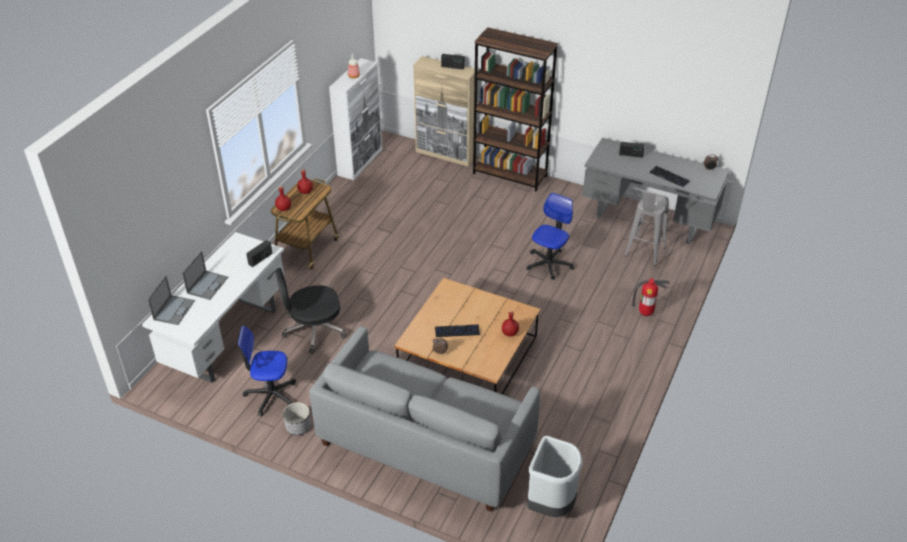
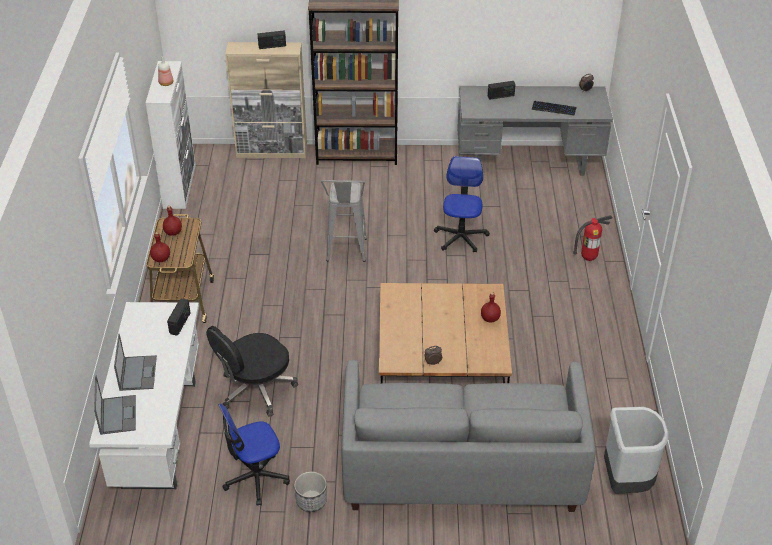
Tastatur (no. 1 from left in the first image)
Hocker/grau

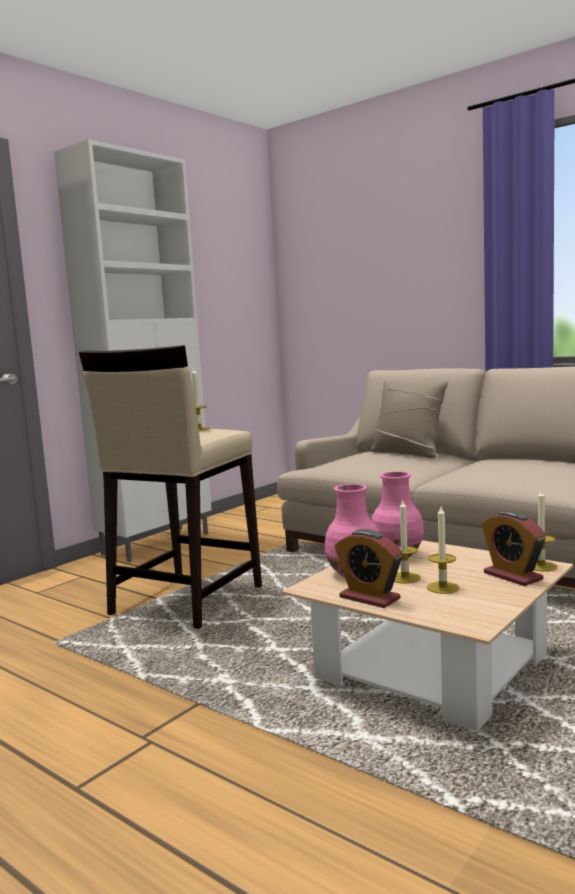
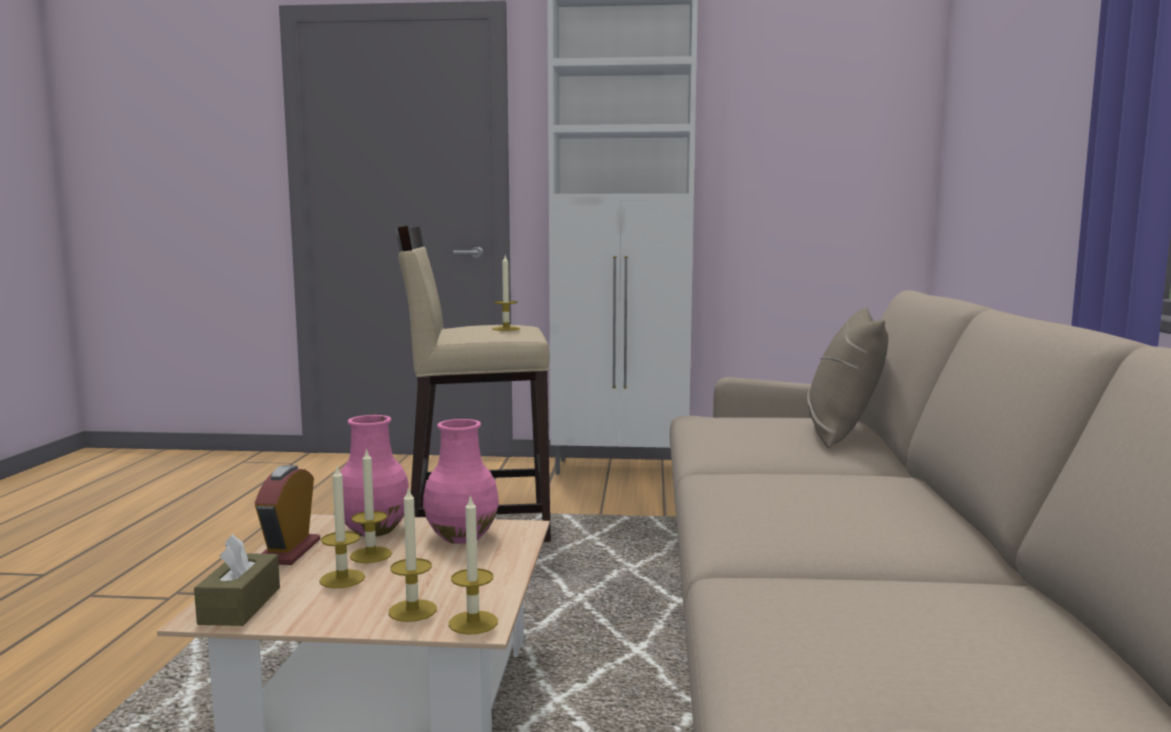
Taschentuchbox/braun
Kerze (no. 3 from left)

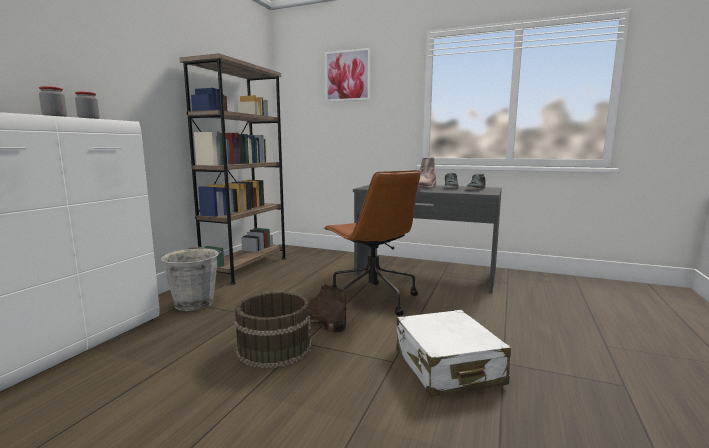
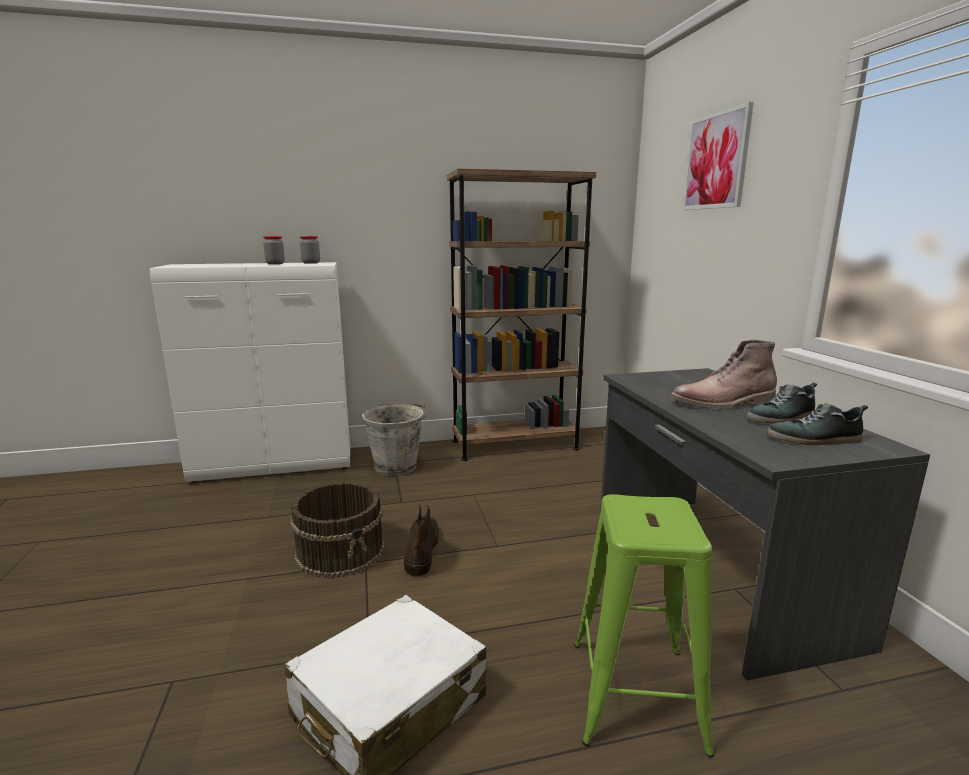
Bürostuhl/braun
Hocker/grün

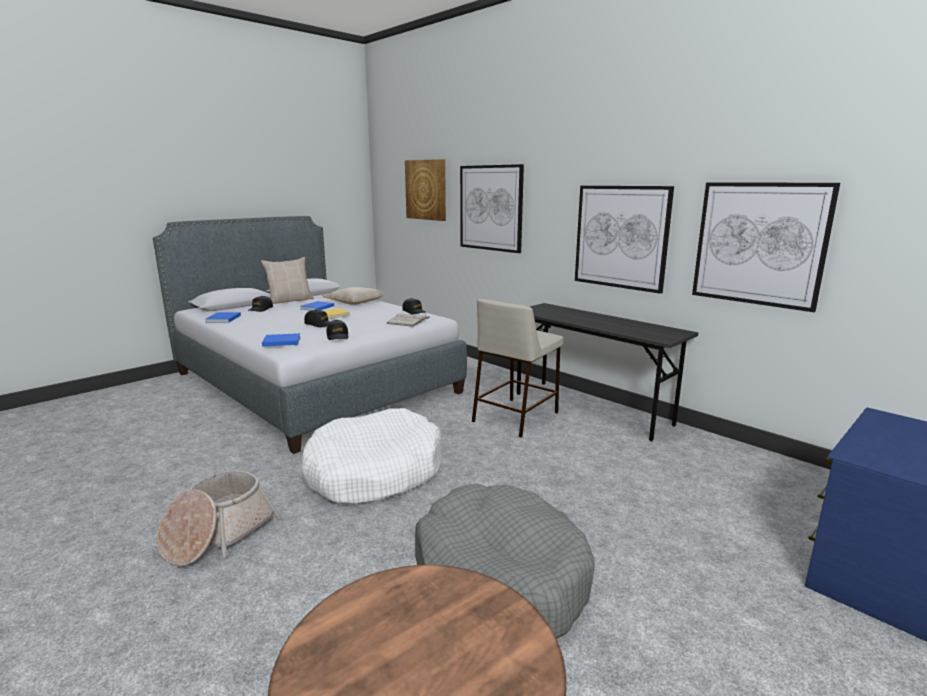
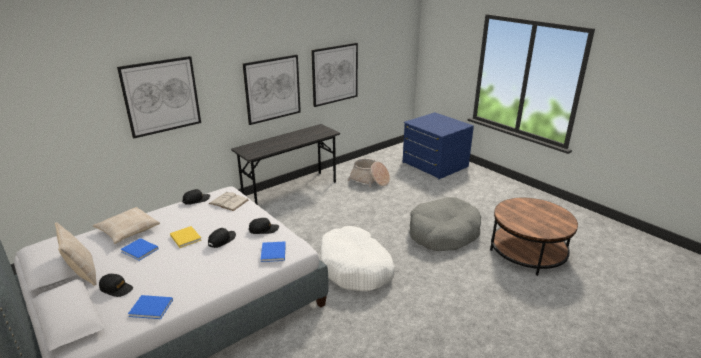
Bild (no. 1 from left in the first image)
Hocker/beige
Korb

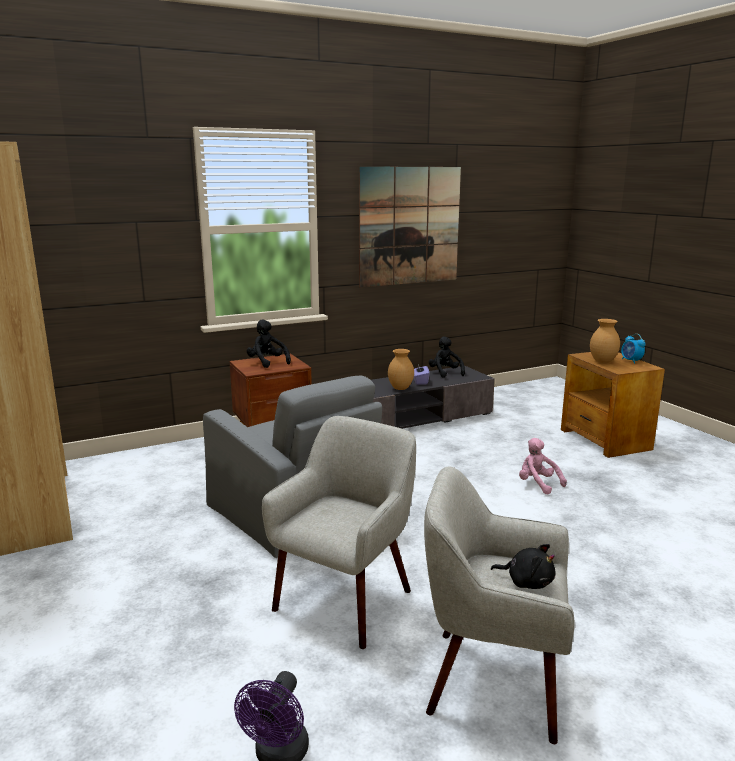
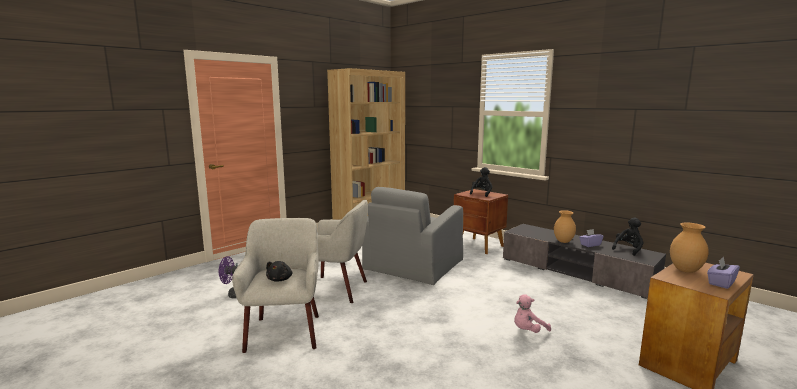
Bild
Taschentuchbox/lila (no. 2 from left)
Plüschtier/rosa

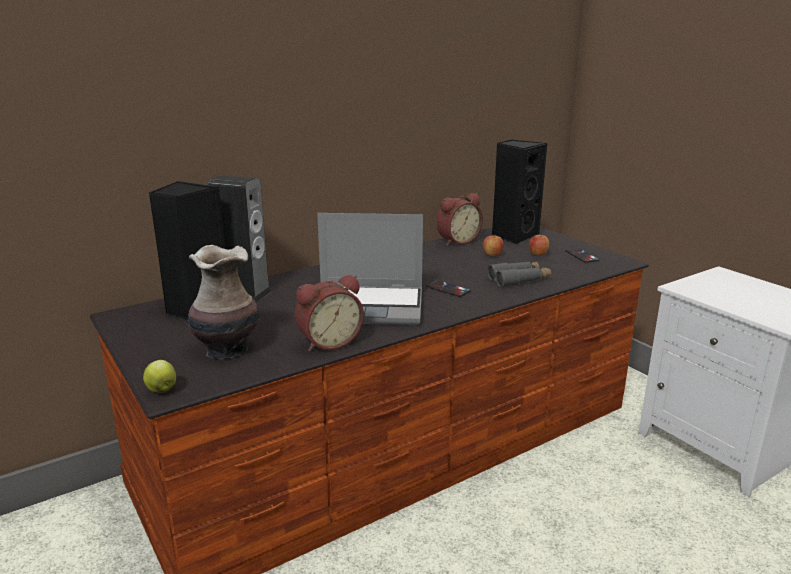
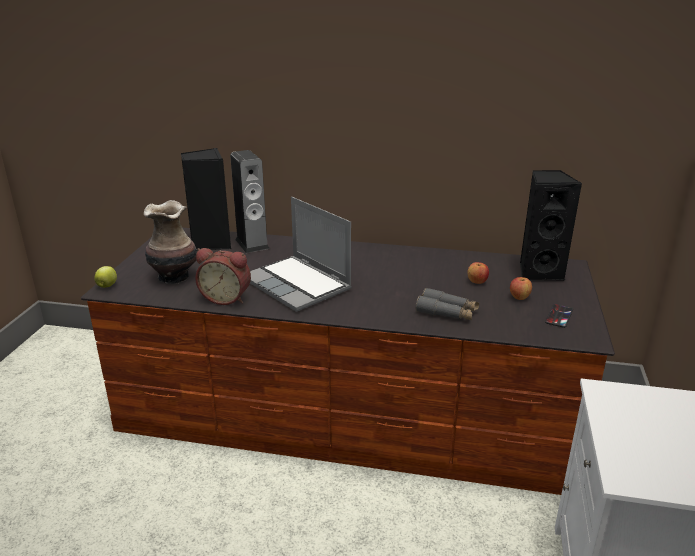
Handy (no. 1 from left in the first image)
Wecker (no. 2 from left in the first image)

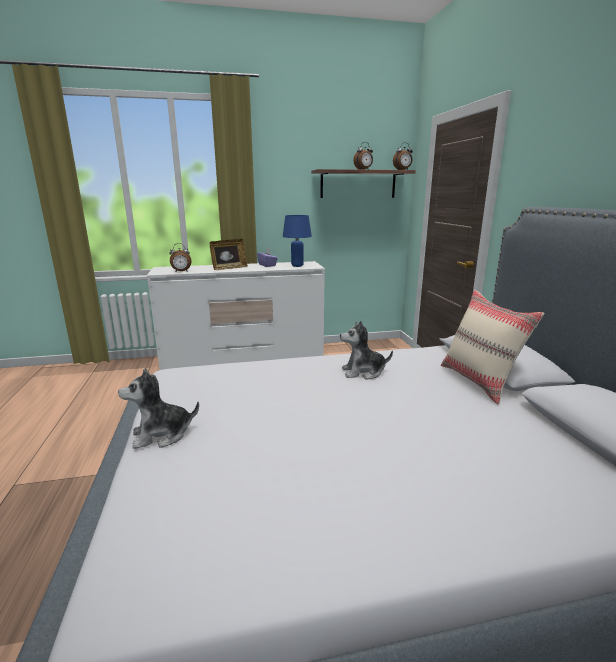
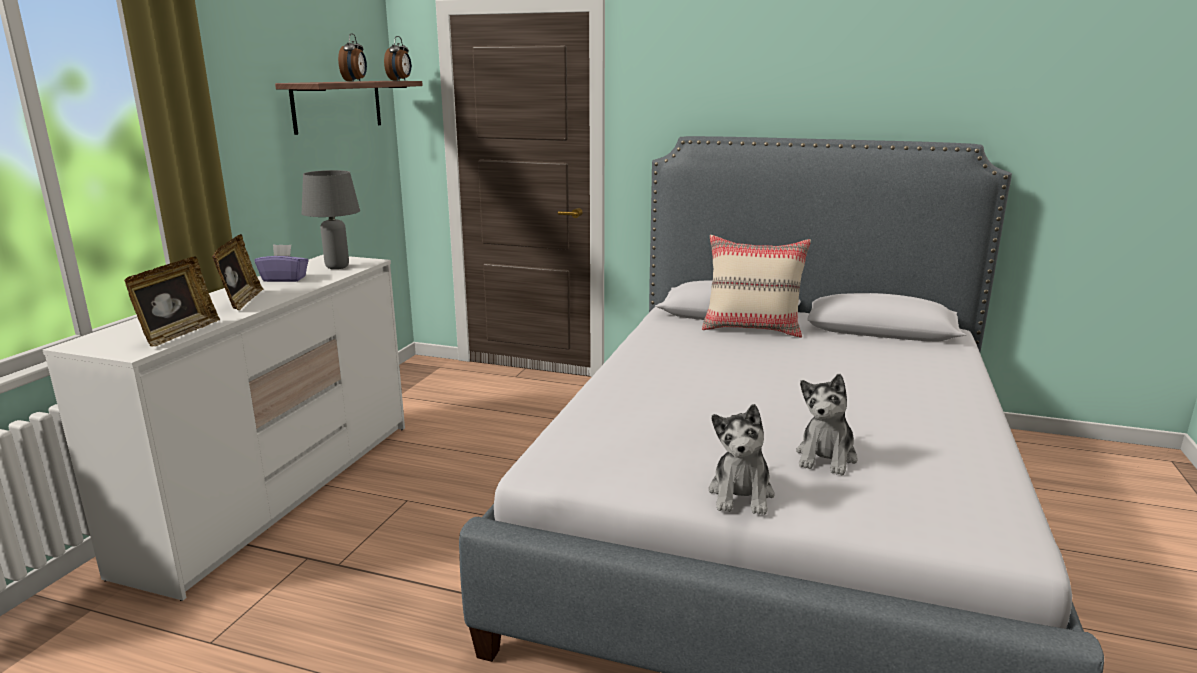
Plüschtier (no. 2 from left)
Bilderrahmen (no. 1 from left)
Tischlampe/grau

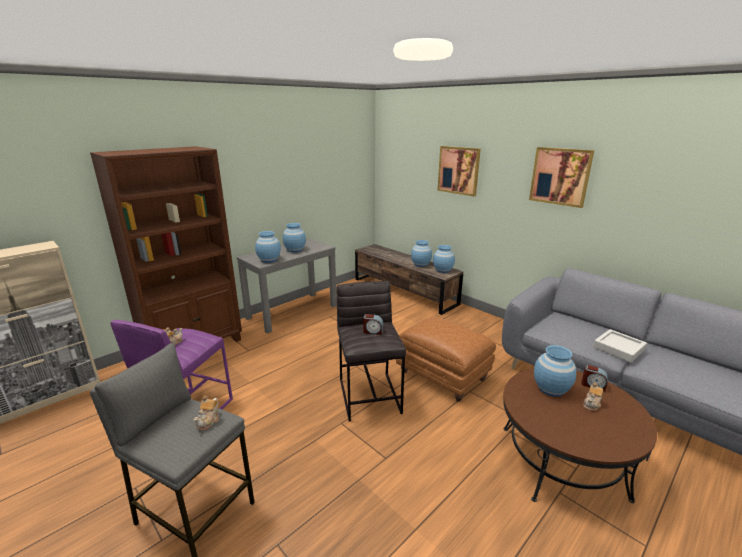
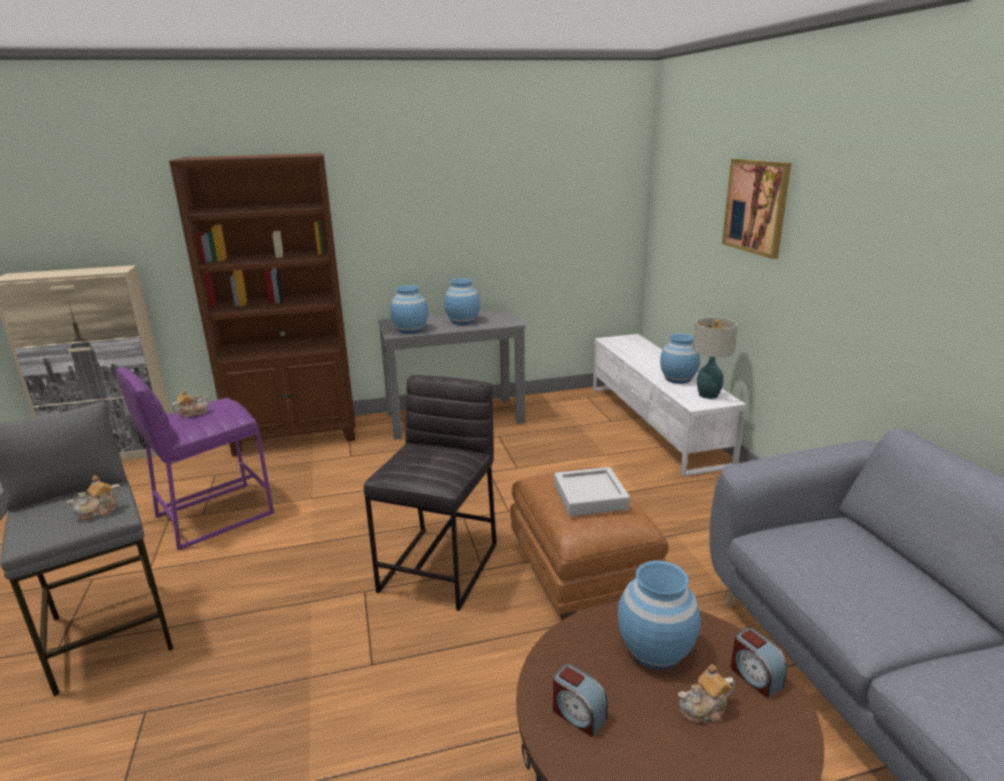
Bild (no. 2 from left in the first image)
Wecker (no. 1 from left)
Tablett/grau
Tischlampe
Fernsehschrank/weiß

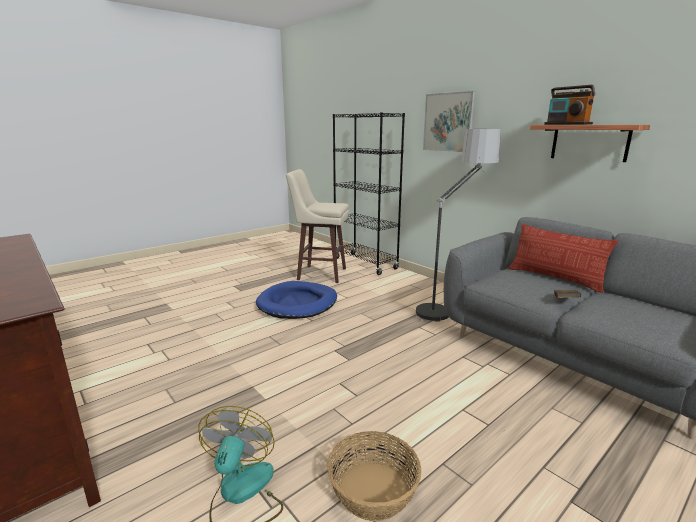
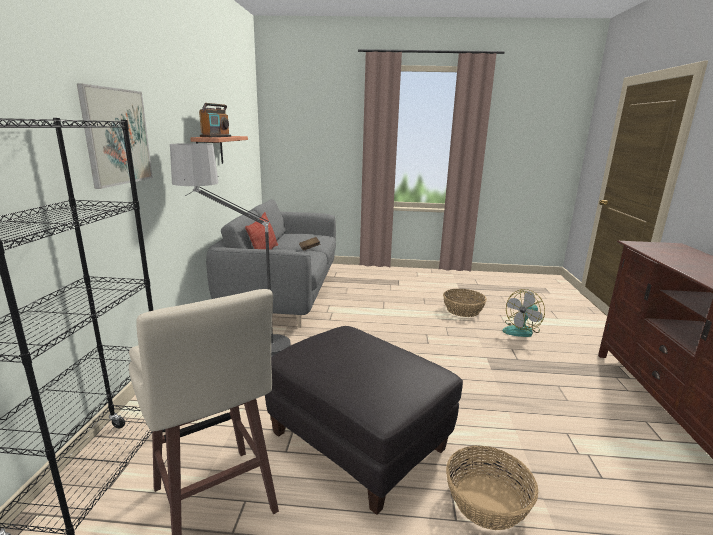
Korb (no. 2 from left)
Polsterhocker/schwarz

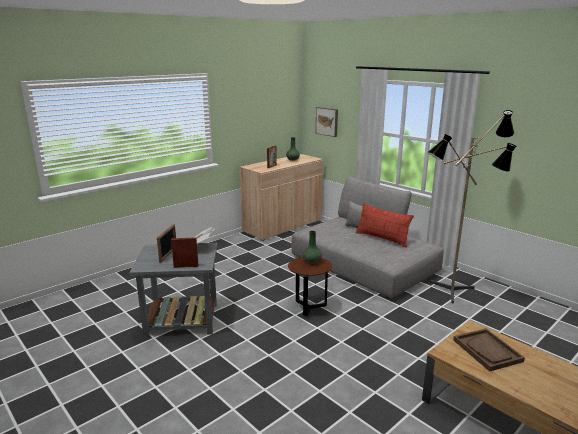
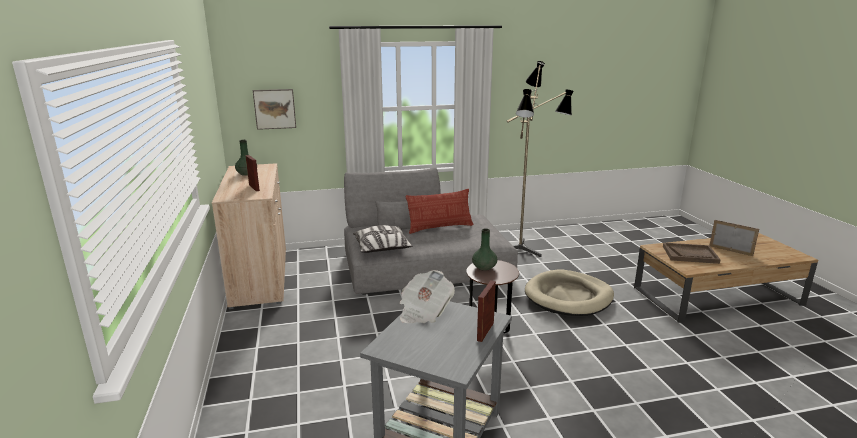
Kissen (no. 1 from left)
Hundebett/beige
Bilderrahmen (no. 3 from left)

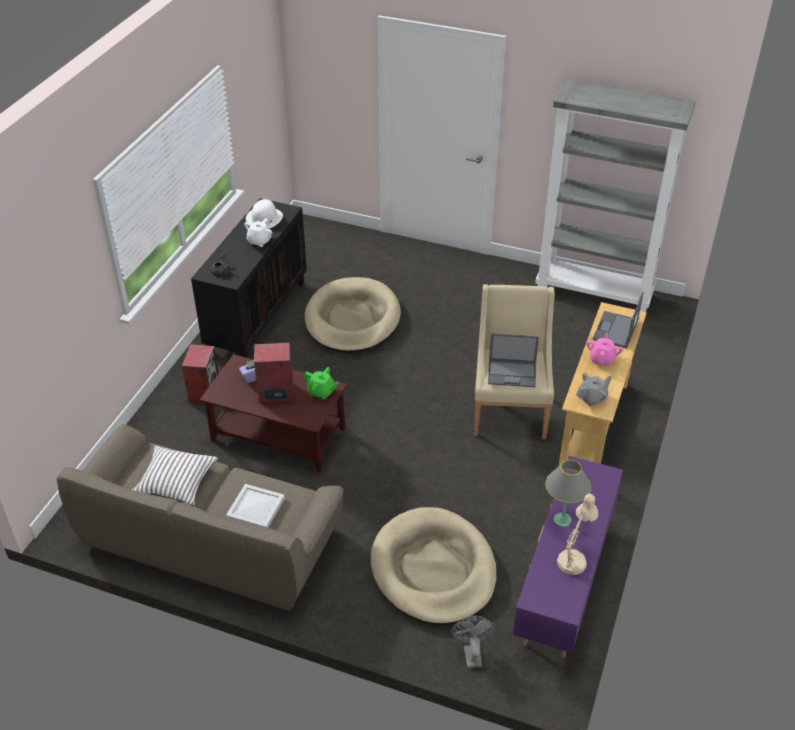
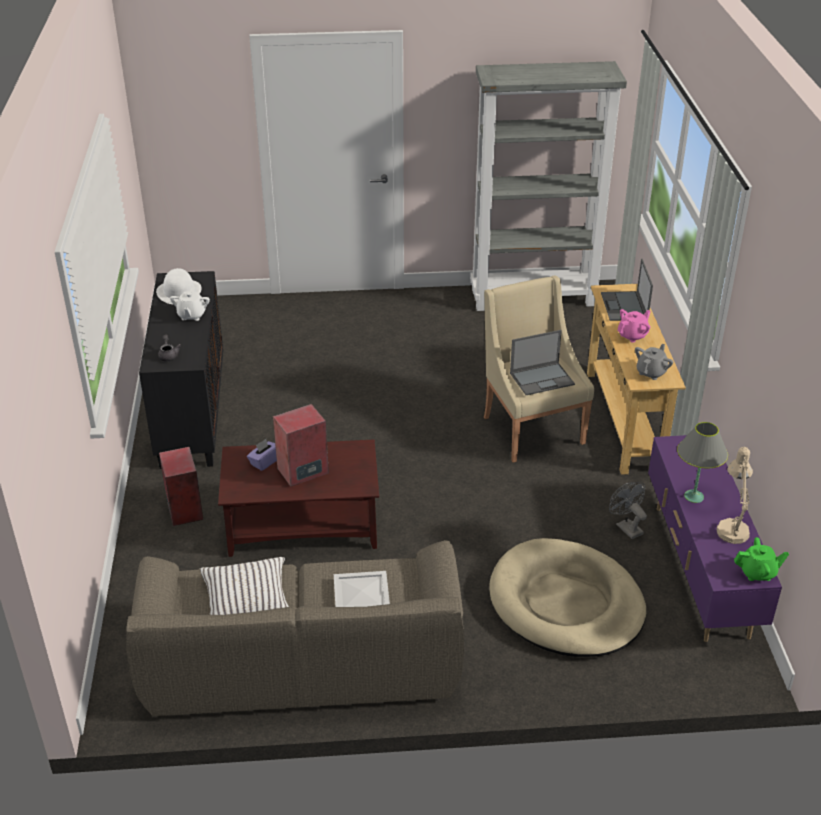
Hundebett/beige (no. 1 from left in the first image)
Teekanne/grün
Ventilator/grau
Teekanne/rosa

